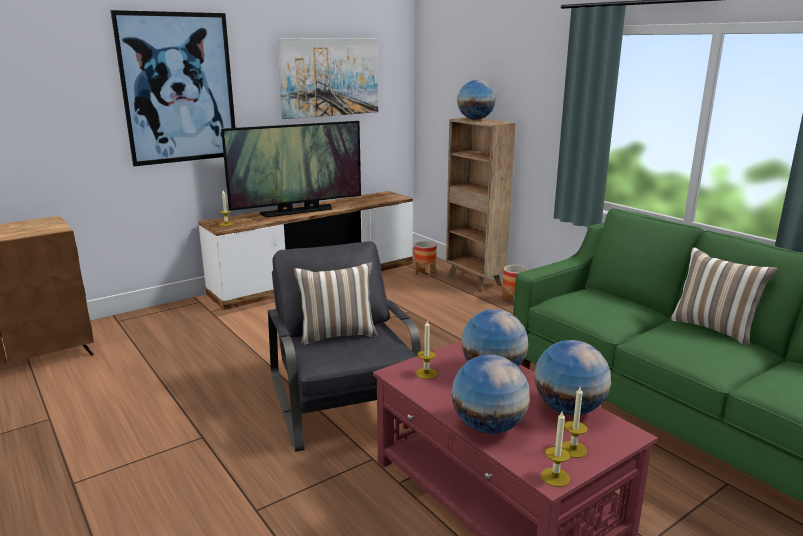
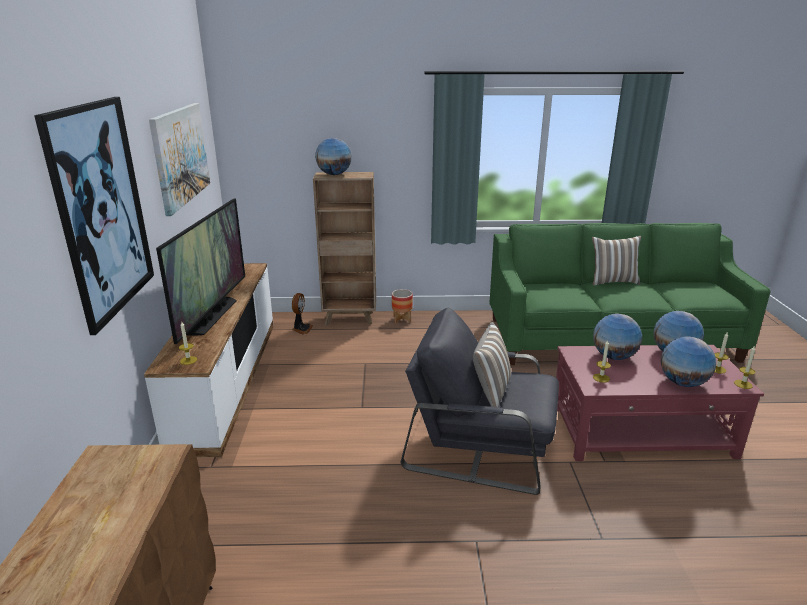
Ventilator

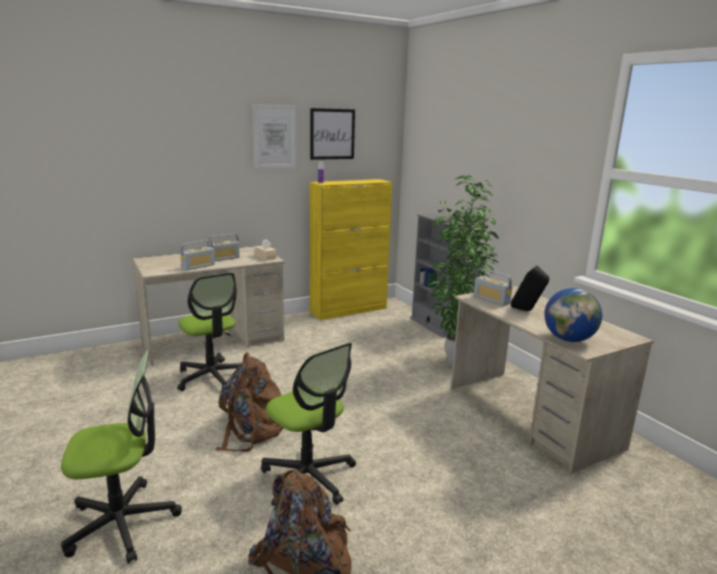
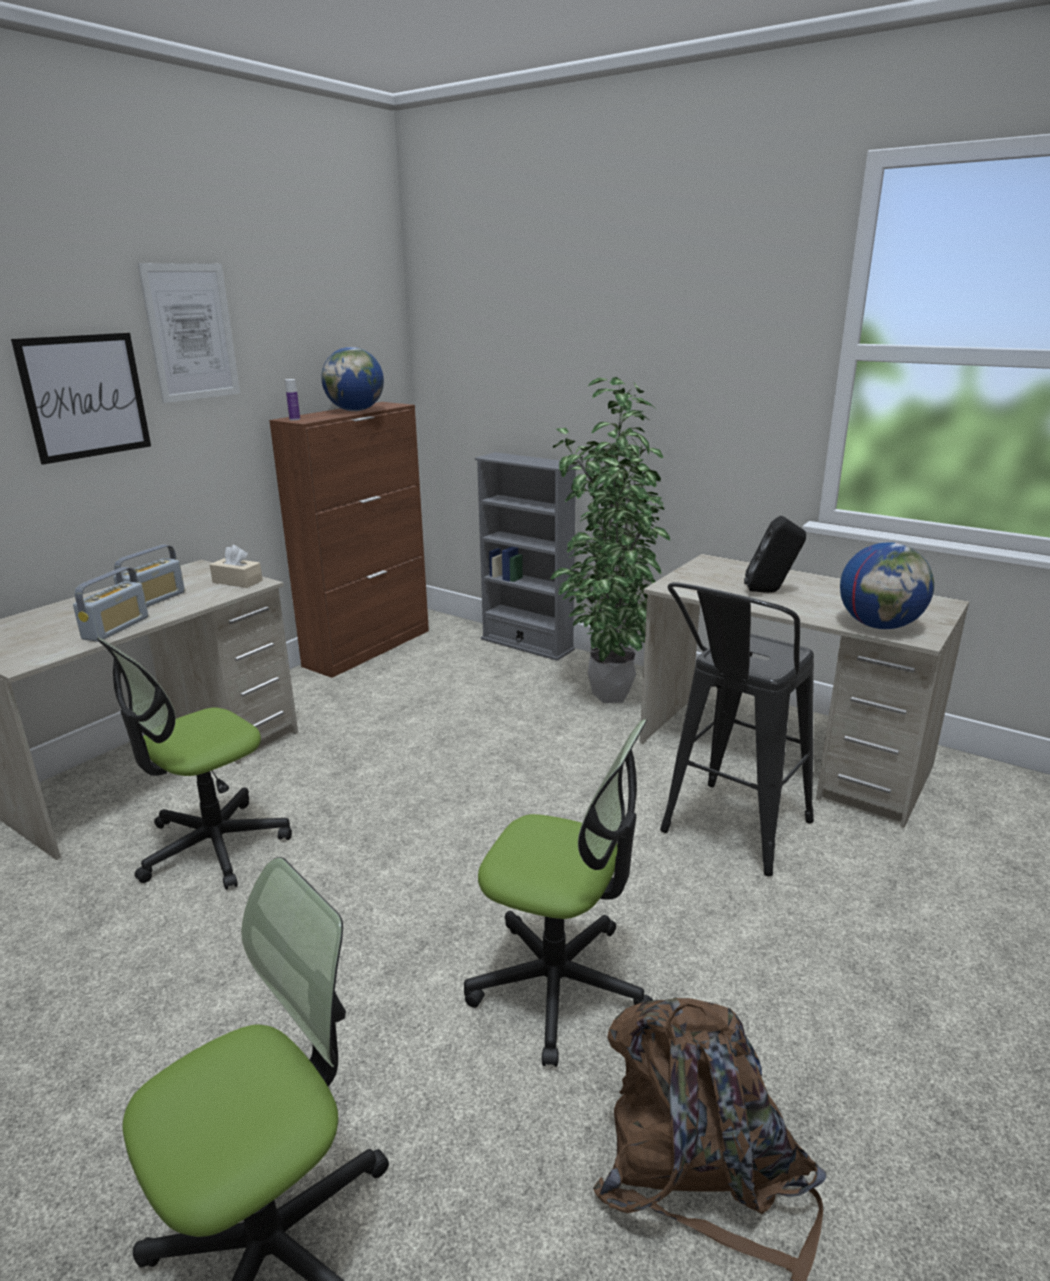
Rucksack/braun (no. 1 from left in the first image)
Radio (no. 3 from left in the first image)
Globus (no. 1 from left)
Hocker/schwarz
Bild (no. 1 from left)
Schrank/braun
Bürostuhl (no. 1 from left)

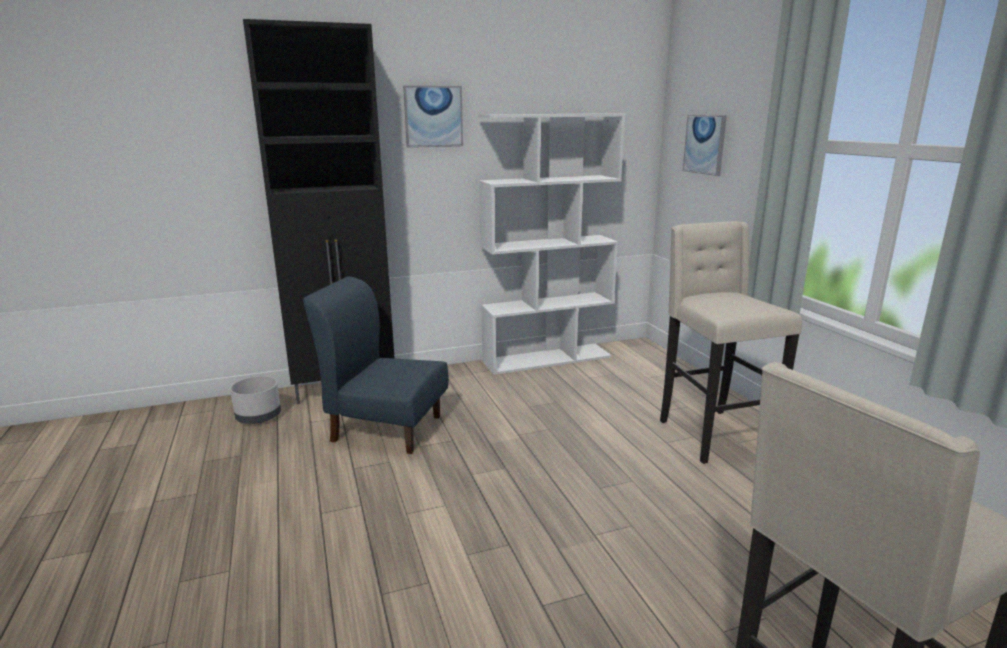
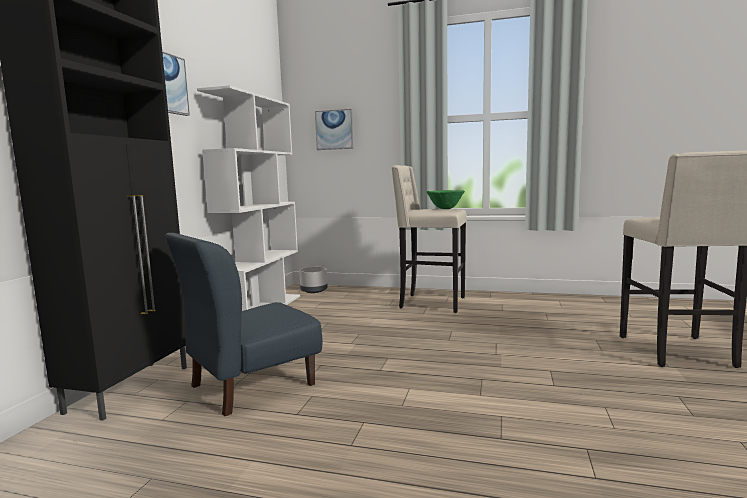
Schüssel/grün
Pflanzkübel/grau

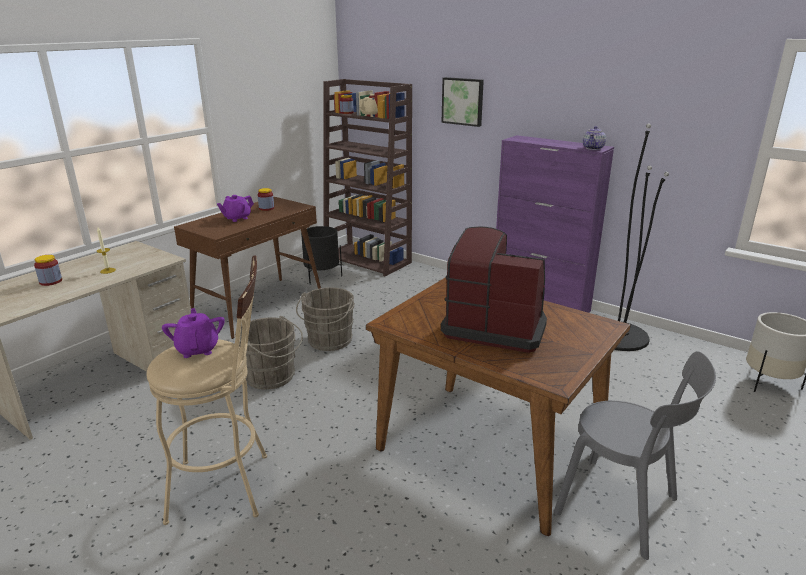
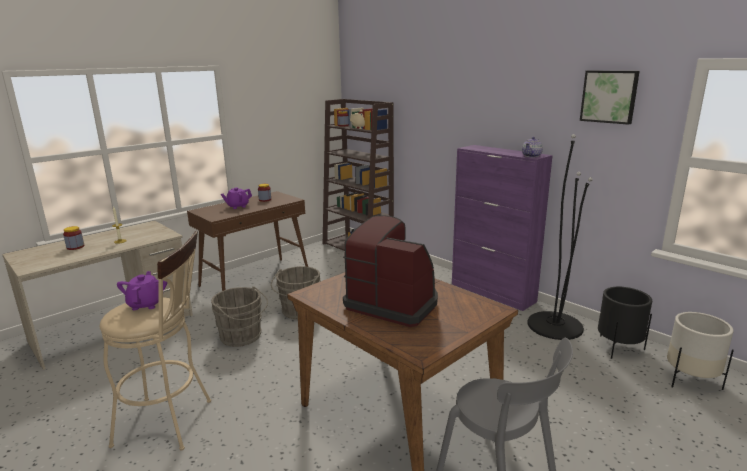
Pflanzkübel/schwarz
Bild

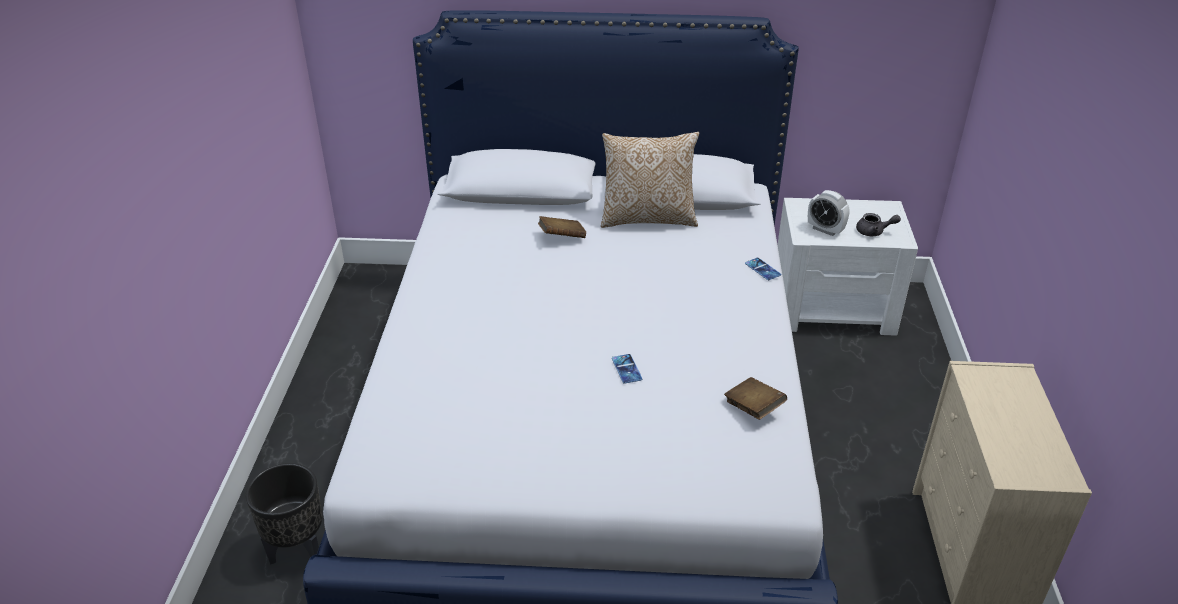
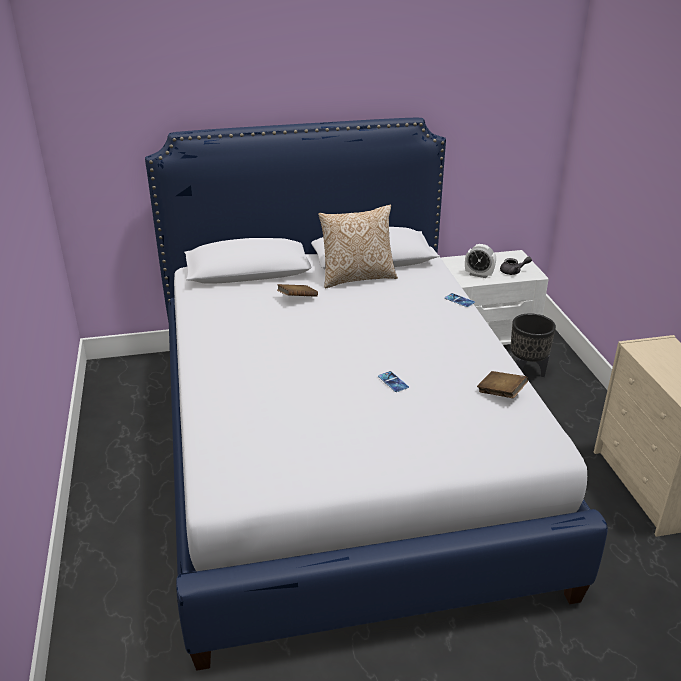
Pflanzkübel/schwarz

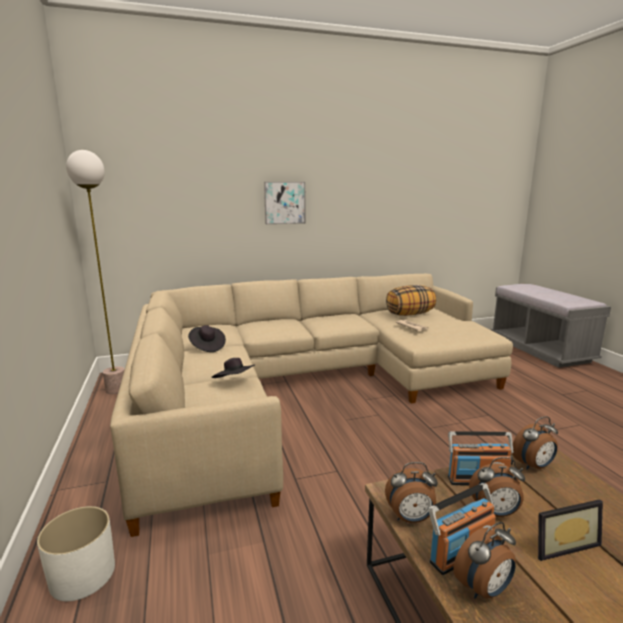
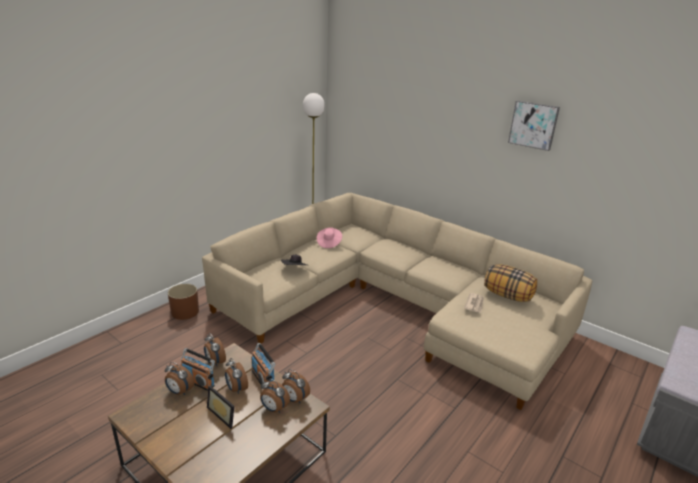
Wecker (no. 4 from left)
Bild
Pflanzkübel/braun
Hut/rosa

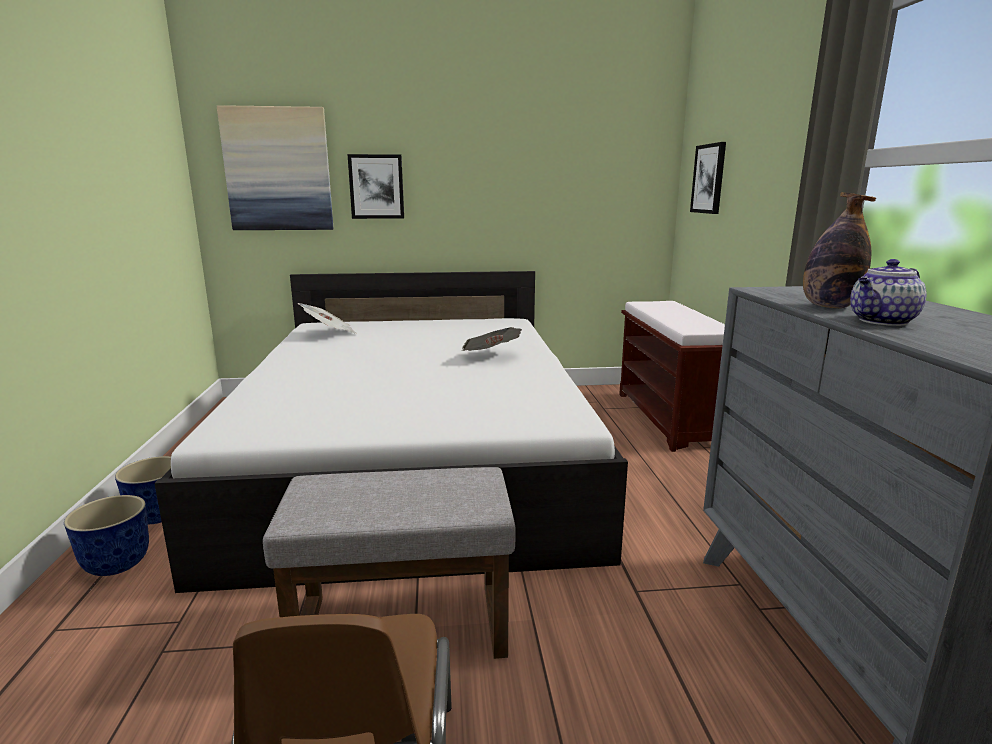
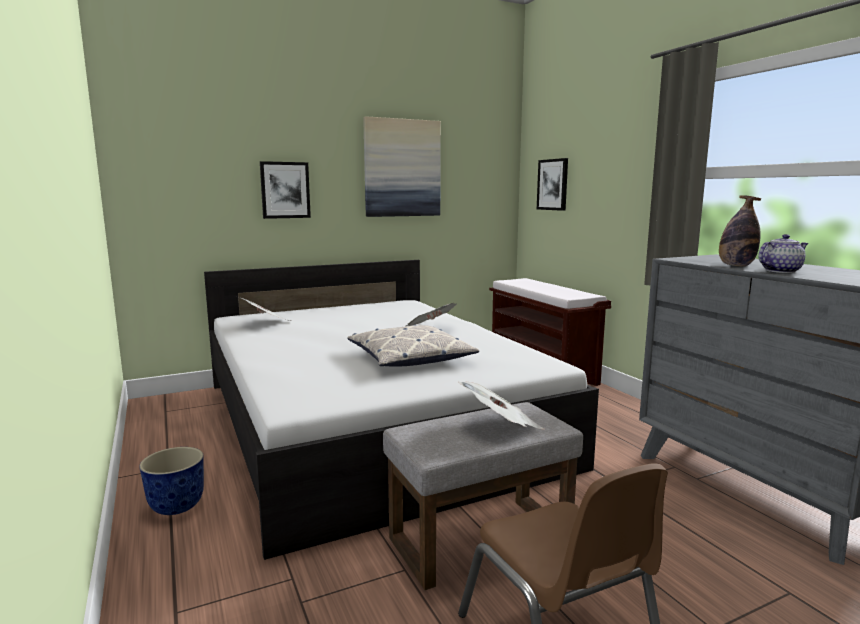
Pflanzkübel (no. 1 from left in the first image)
Kissen
Zeitung (no. 3 from left)
Bild (no. 2 from left)
Teekanne

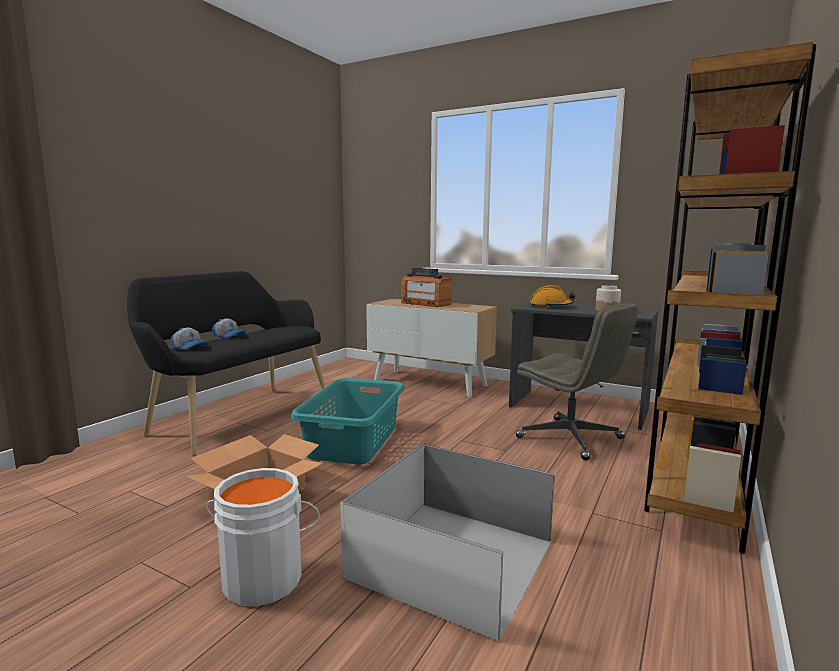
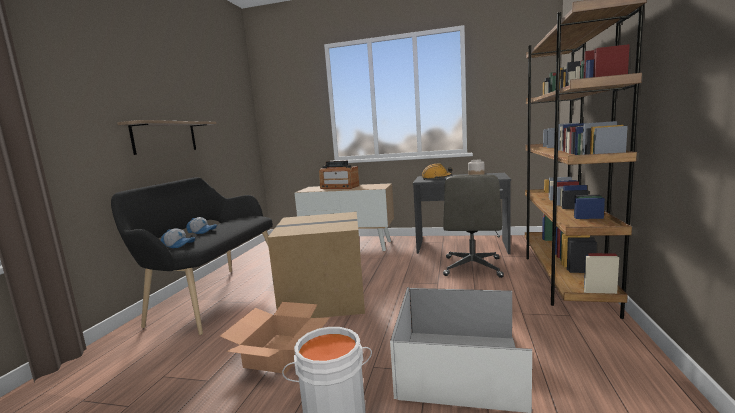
Wandregal
Karton (no. 2 from left)
Bürostuhl/grau

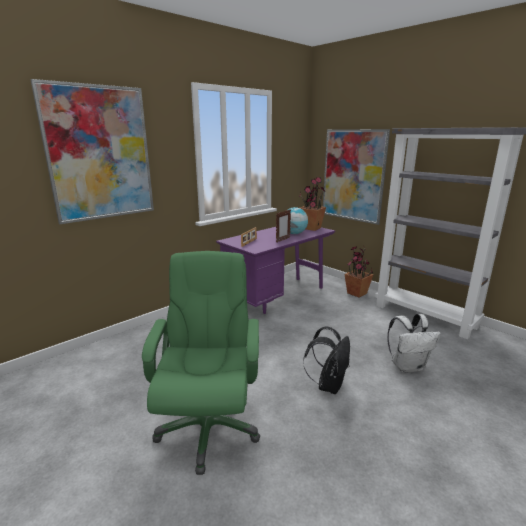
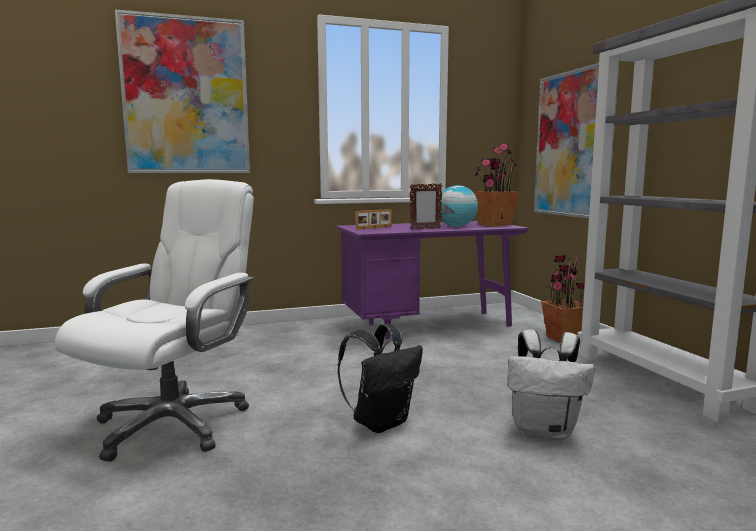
Bürostuhl/weiß

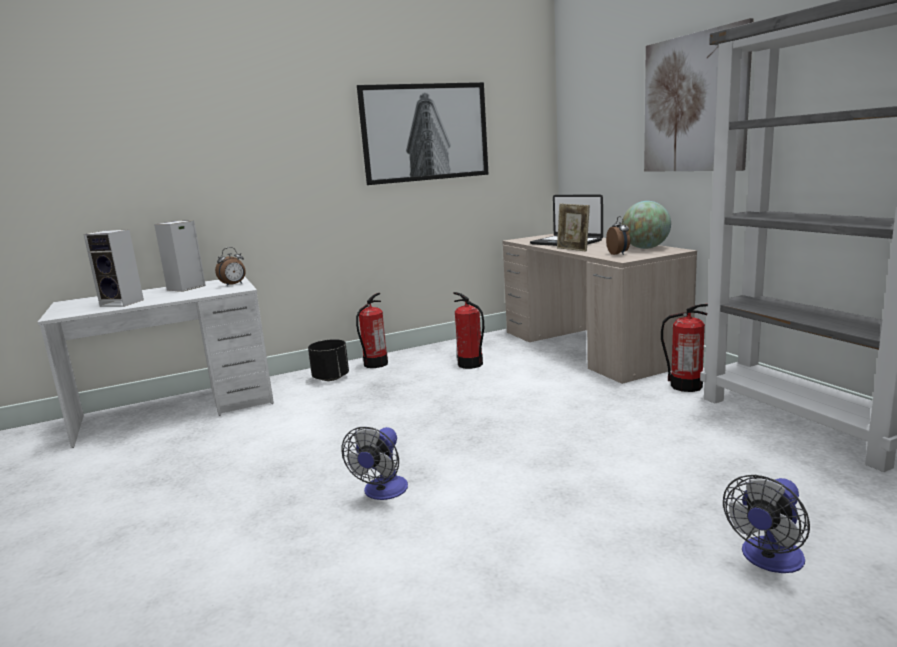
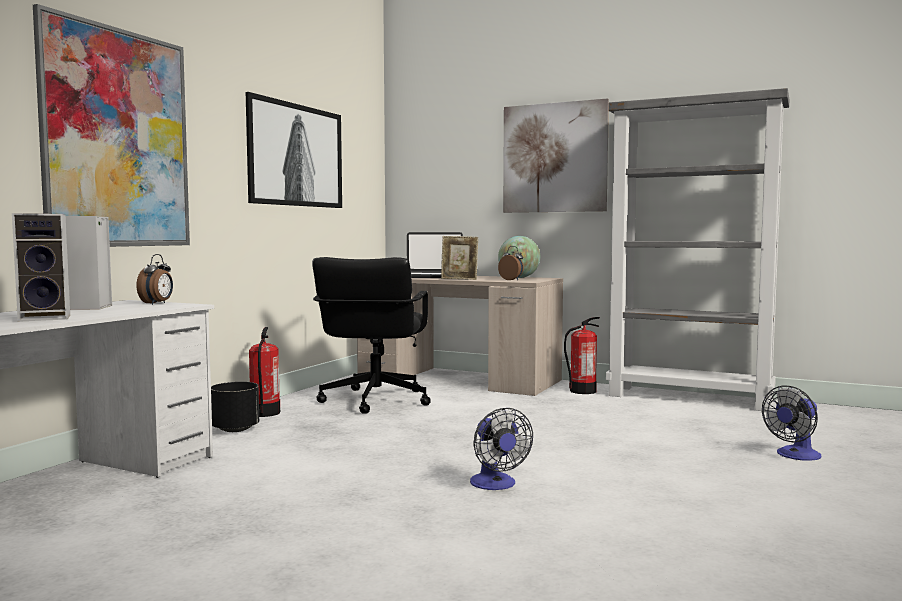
Bild (no. 1 from left)
Bürostuhl/schwarz
Ventilator (no. 2 from left)

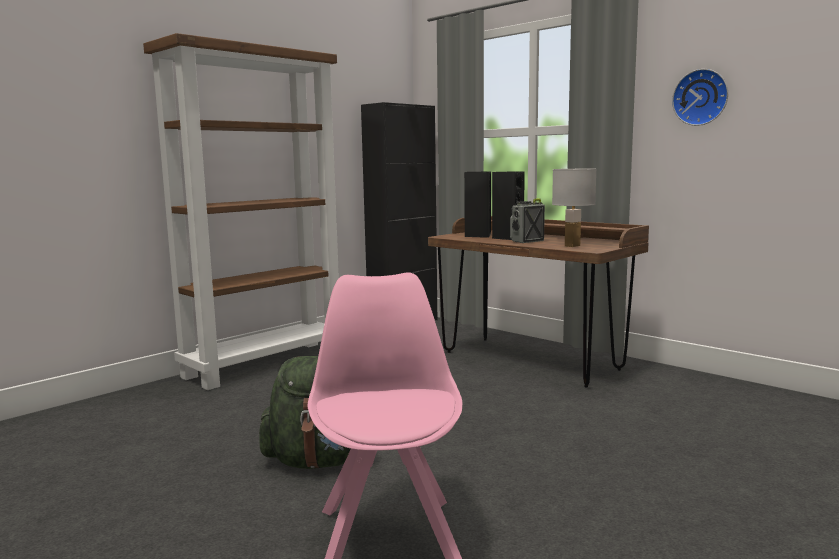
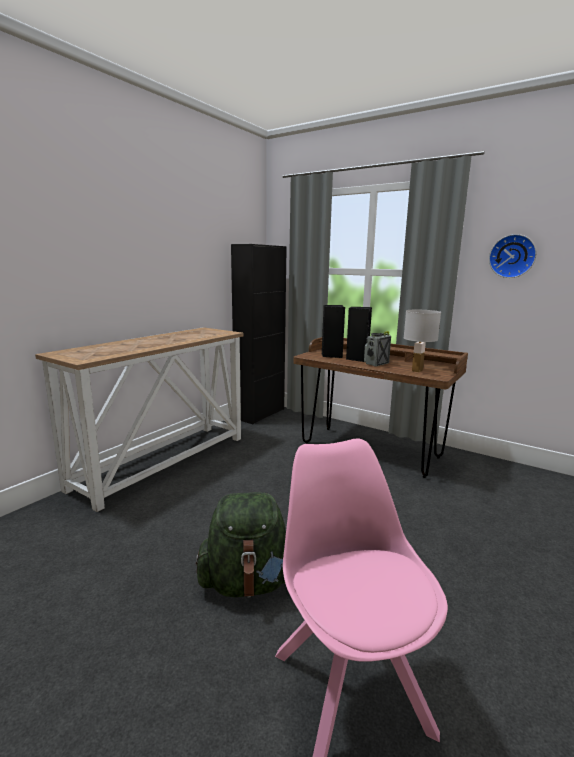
Konsolentisch

